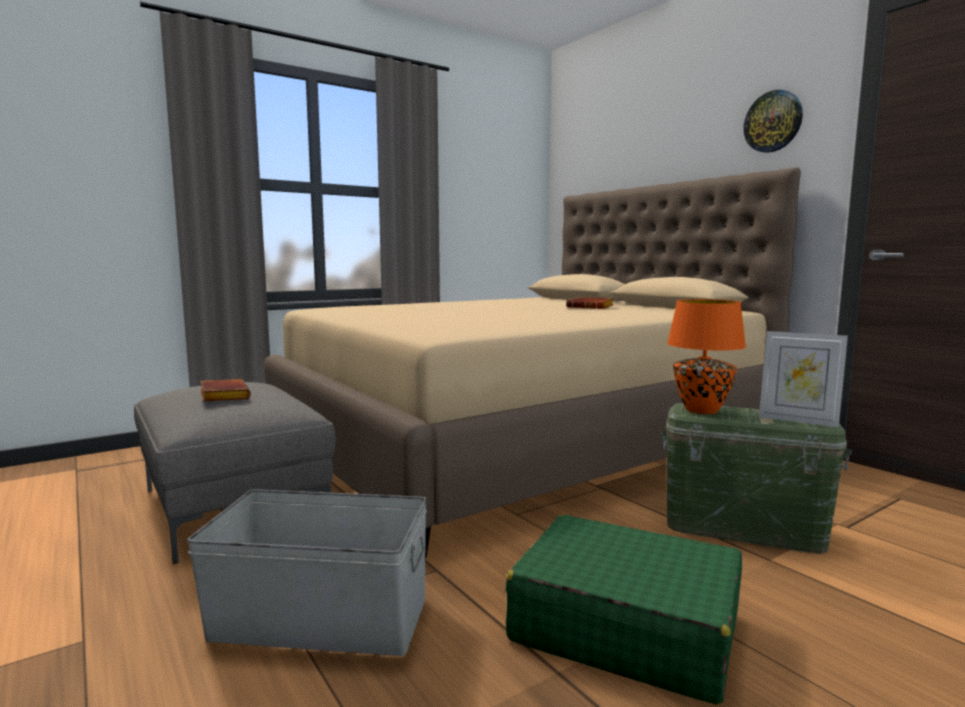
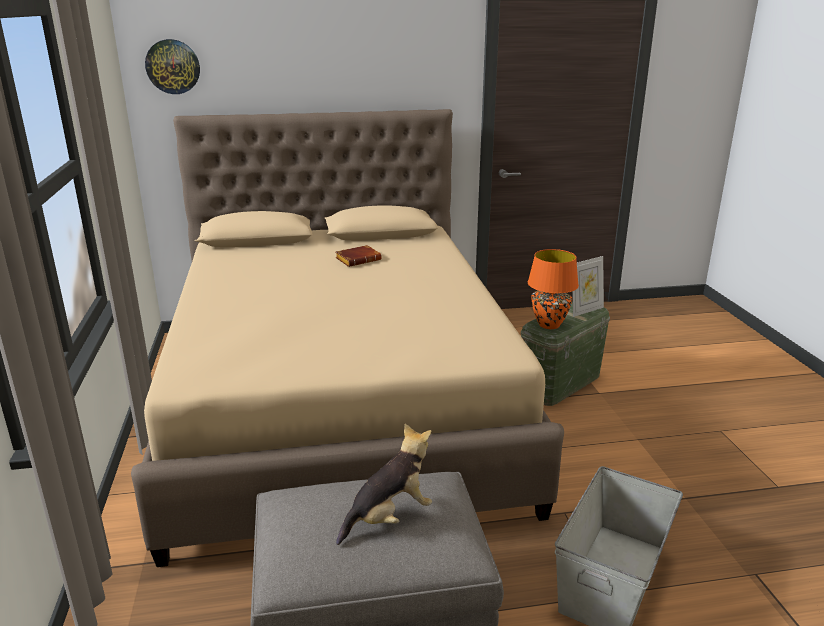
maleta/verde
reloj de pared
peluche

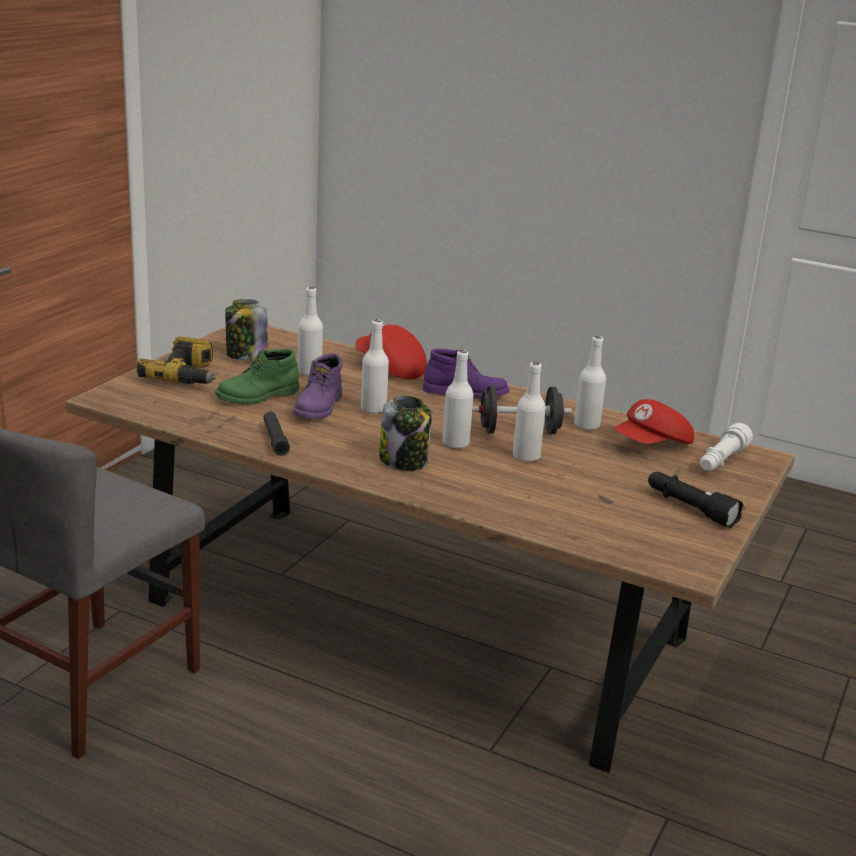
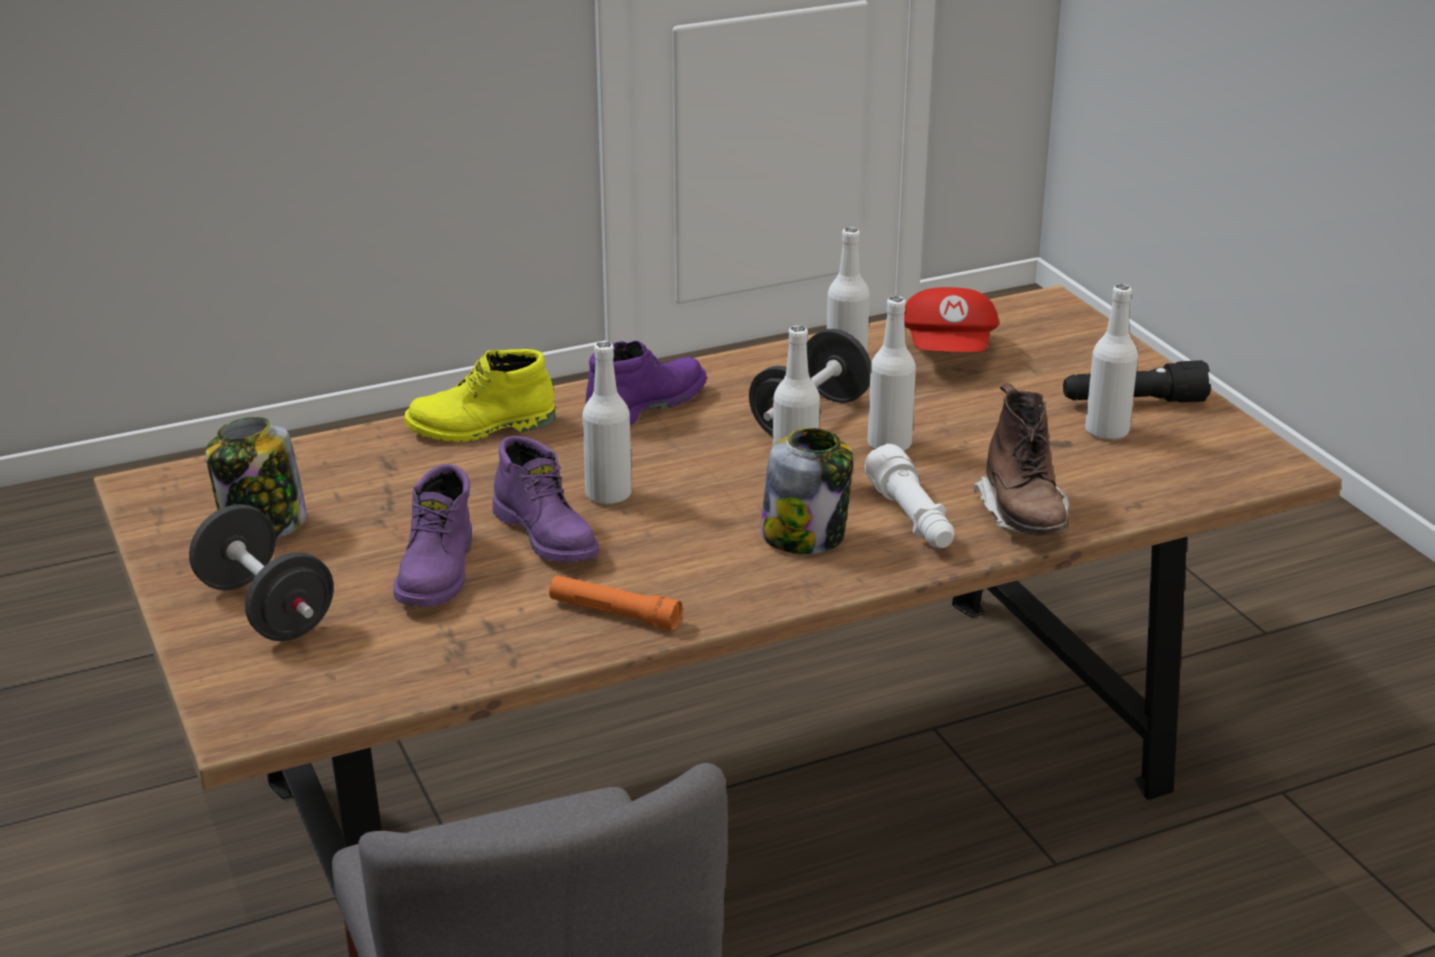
bota/marrón
botella/blanco (5th from left)
linterna/blanco
mancuerna/negro (1st from left)
bota/amarillo
bota/morado (1st from left)
linterna/naranja

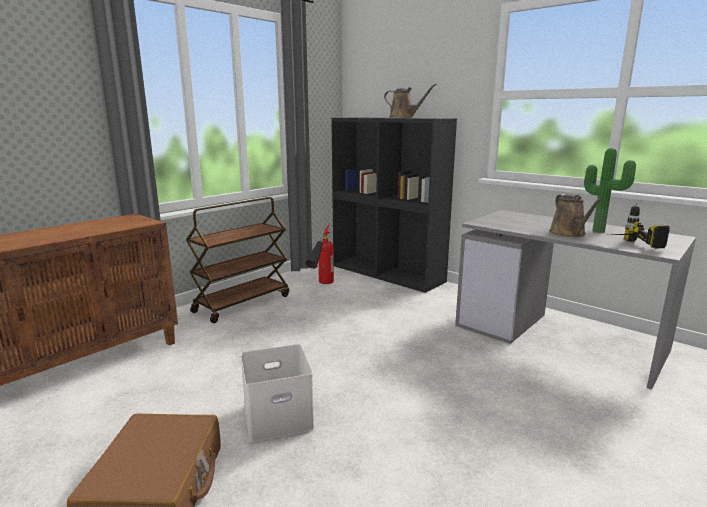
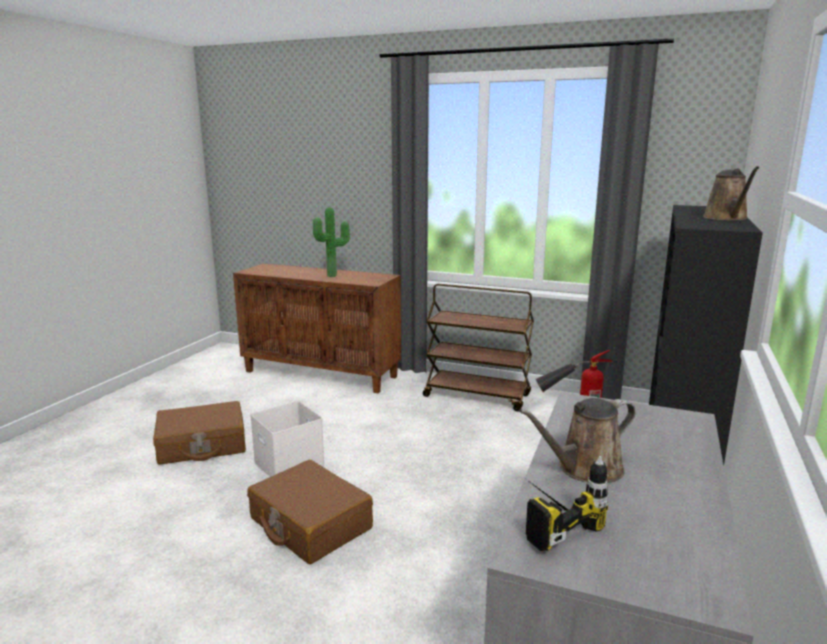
maleta/marrón (2nd from left)
planta en maceta

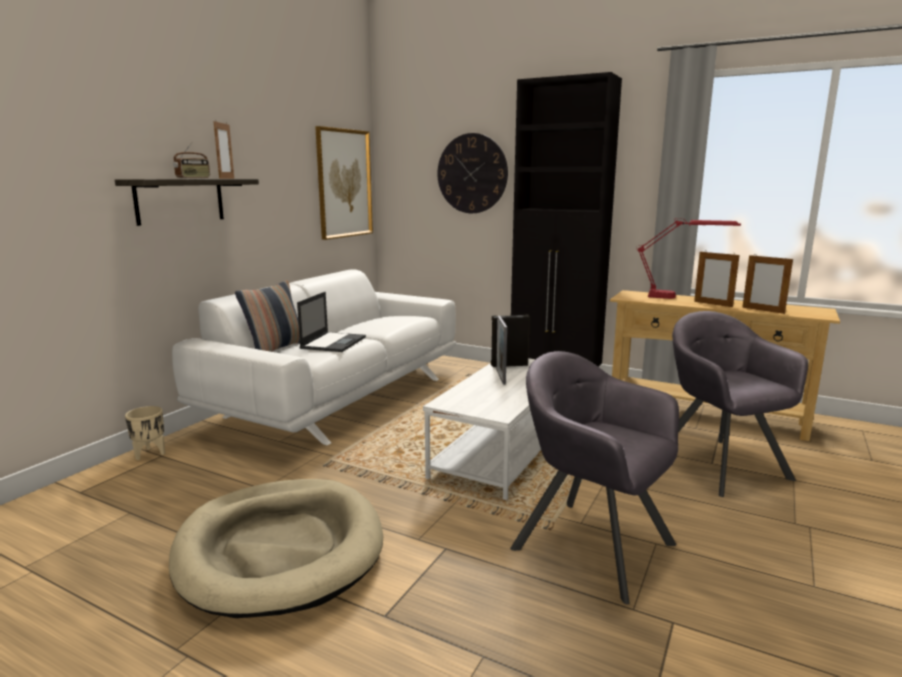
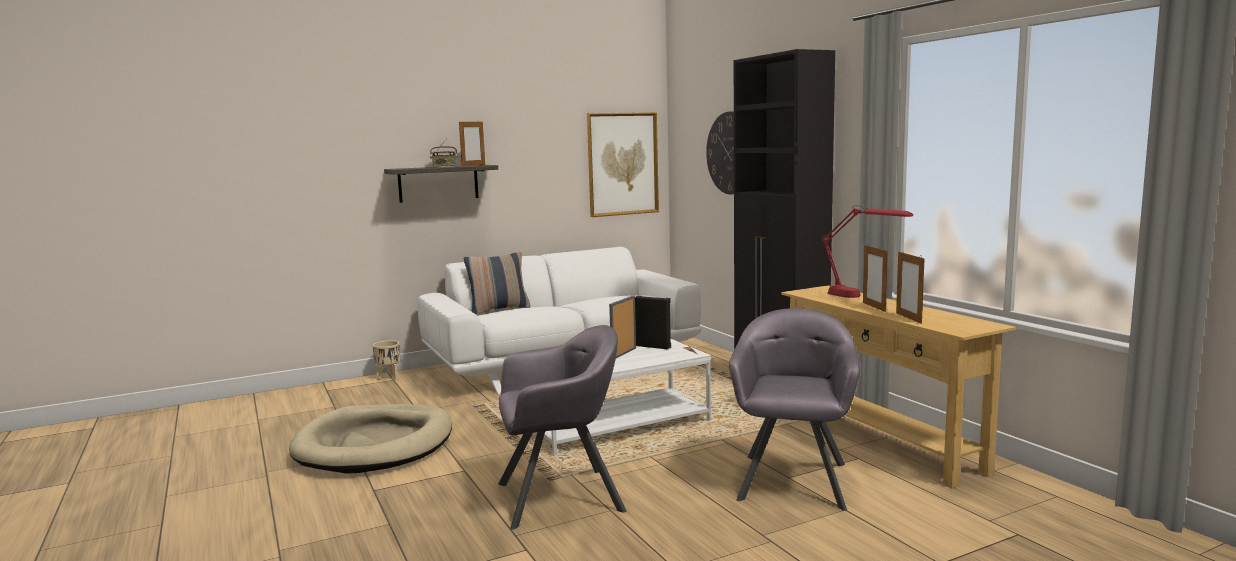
portátil
sillón/gris (1st from left)

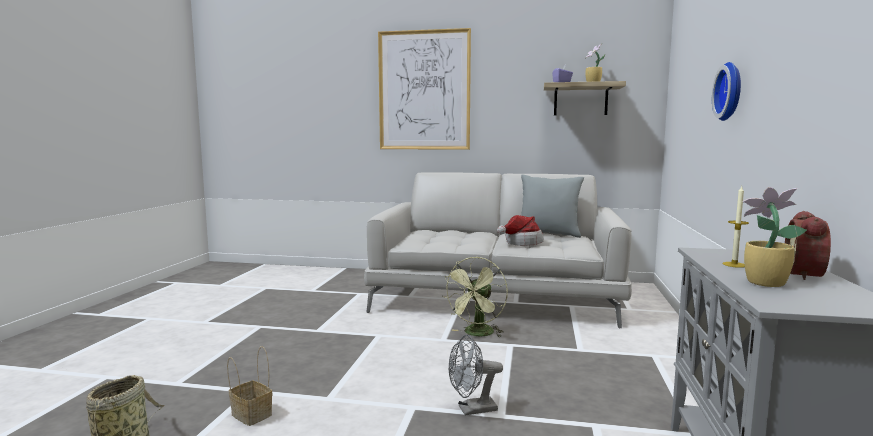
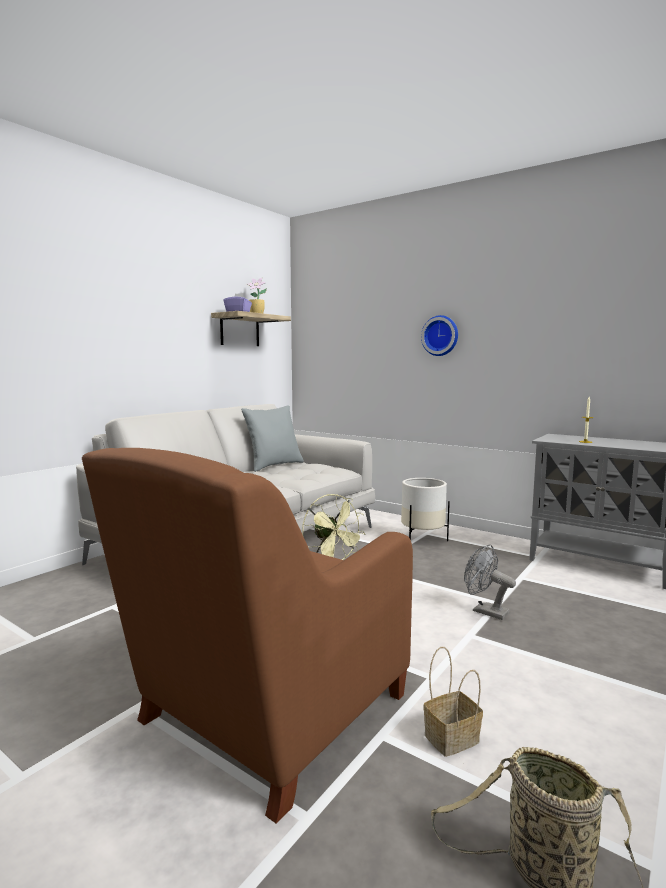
cuadro
sombrero
planta en maceta (2nd from left in the first image)
despertador
sillón/marrón
maceta/blanco
ventilador/gris

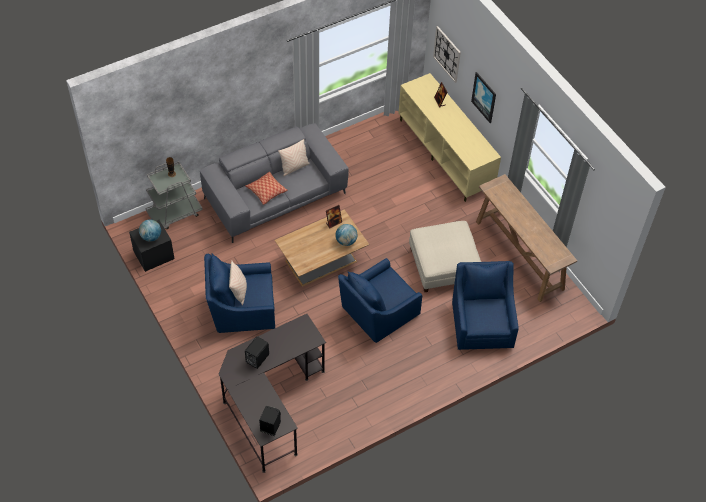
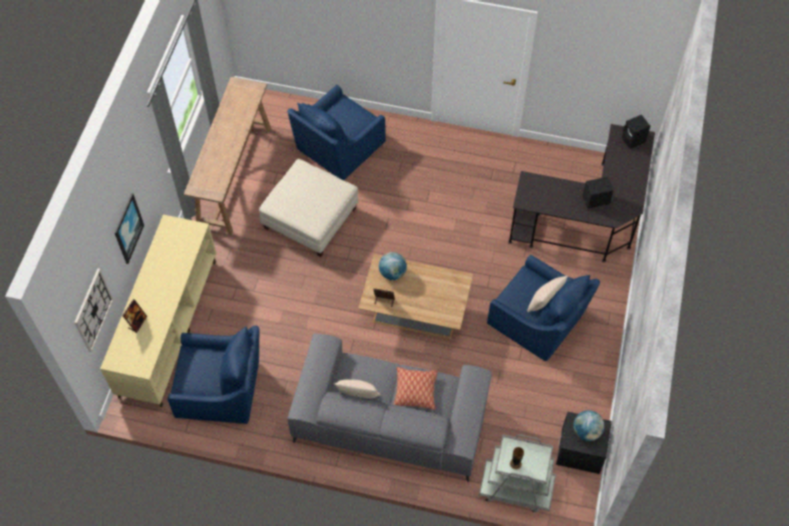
sillón/azul (1st from left)

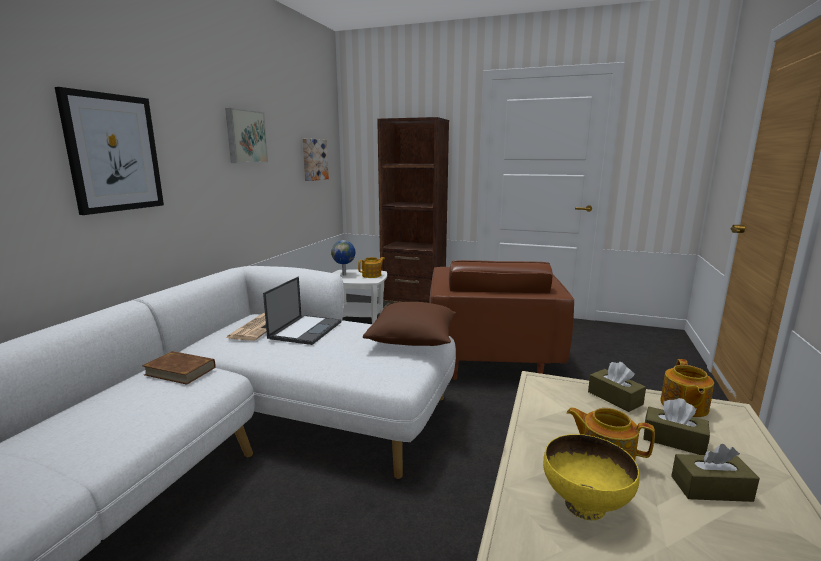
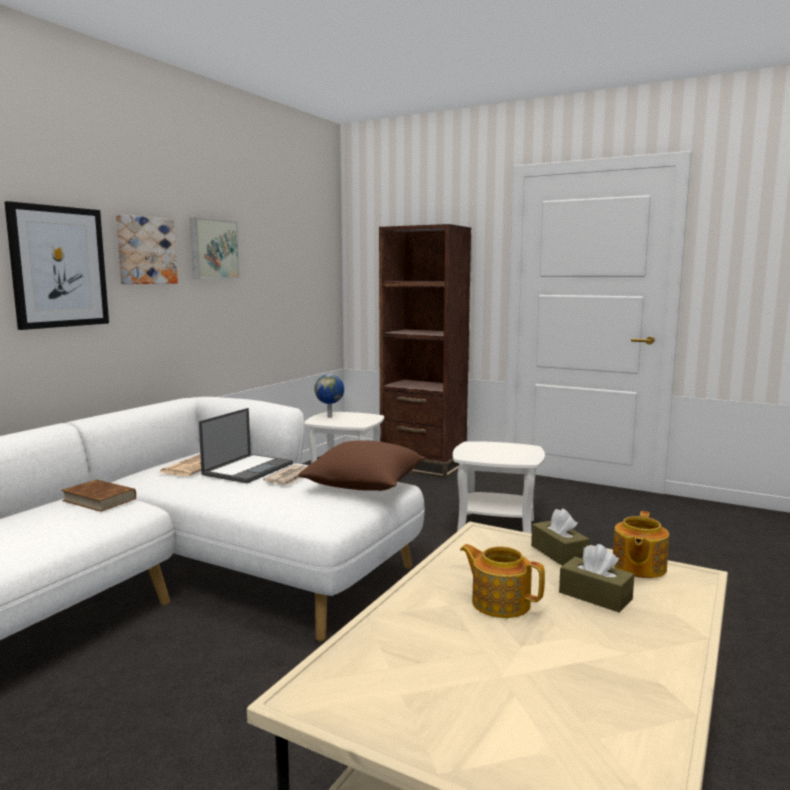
tetera (1st from left in the first image)
cuenco/amarillo
caja de pañuelos/marrón (3rd from left in the first image)
periódico (2nd from left)
cuadro (2nd from left)
mesa auxiliar/blanco (2nd from left)

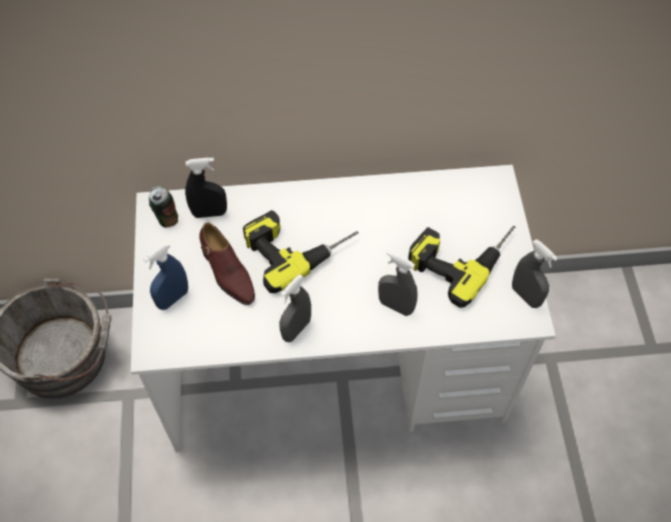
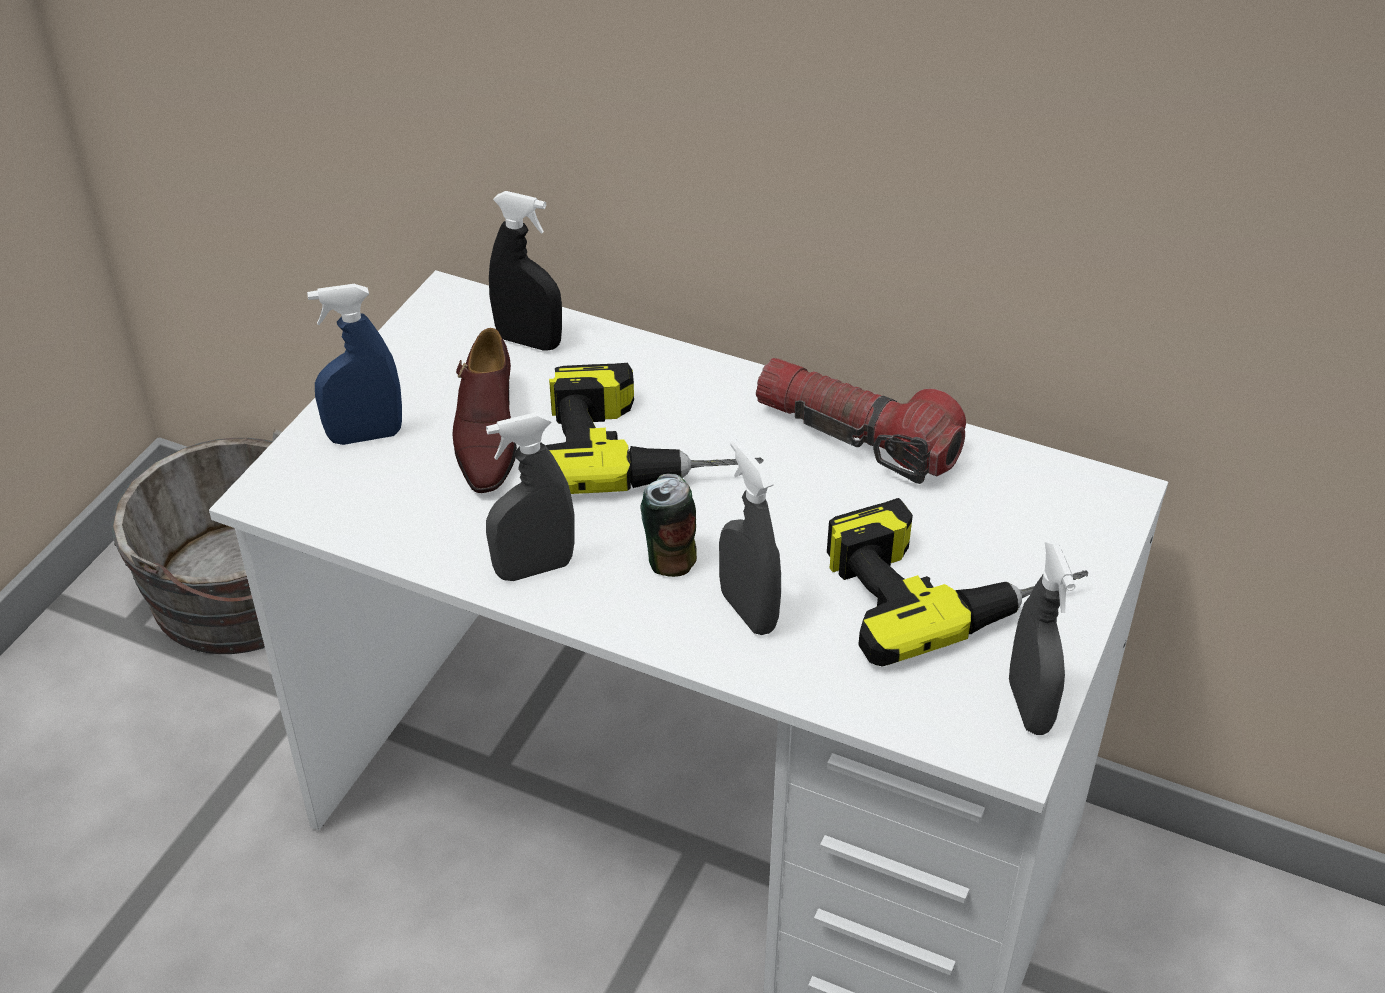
linterna
lata

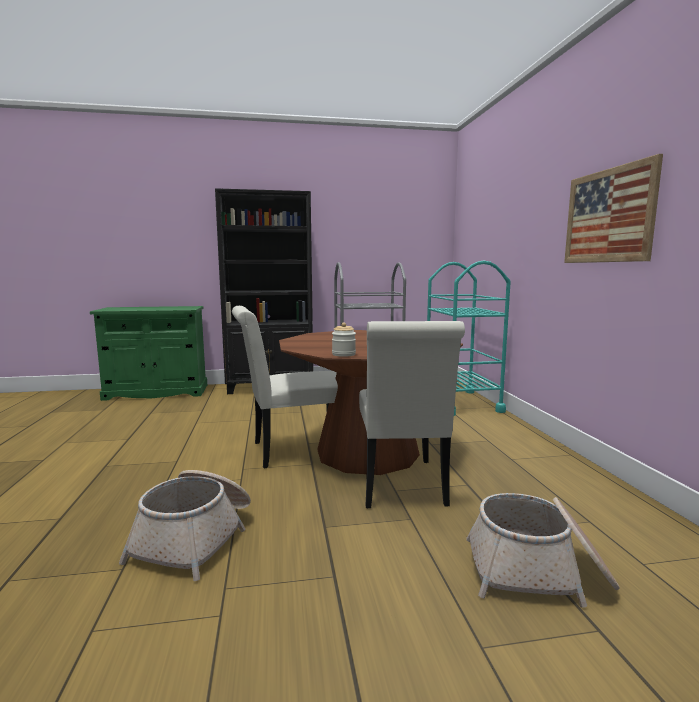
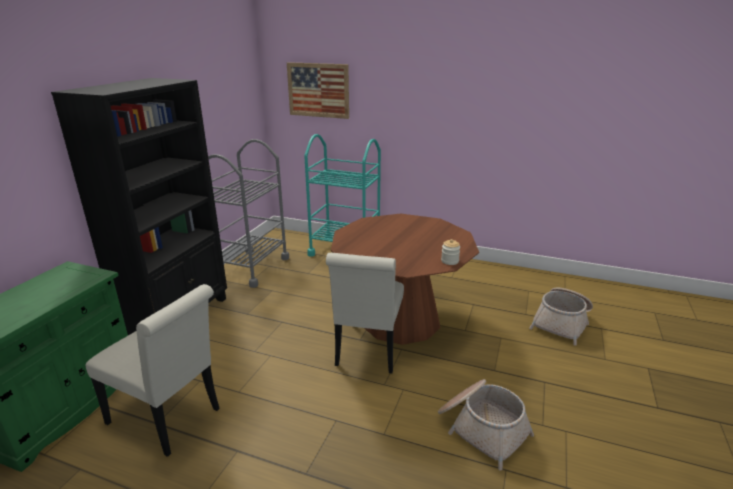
silla/blanco (1st from left)
cuadro

